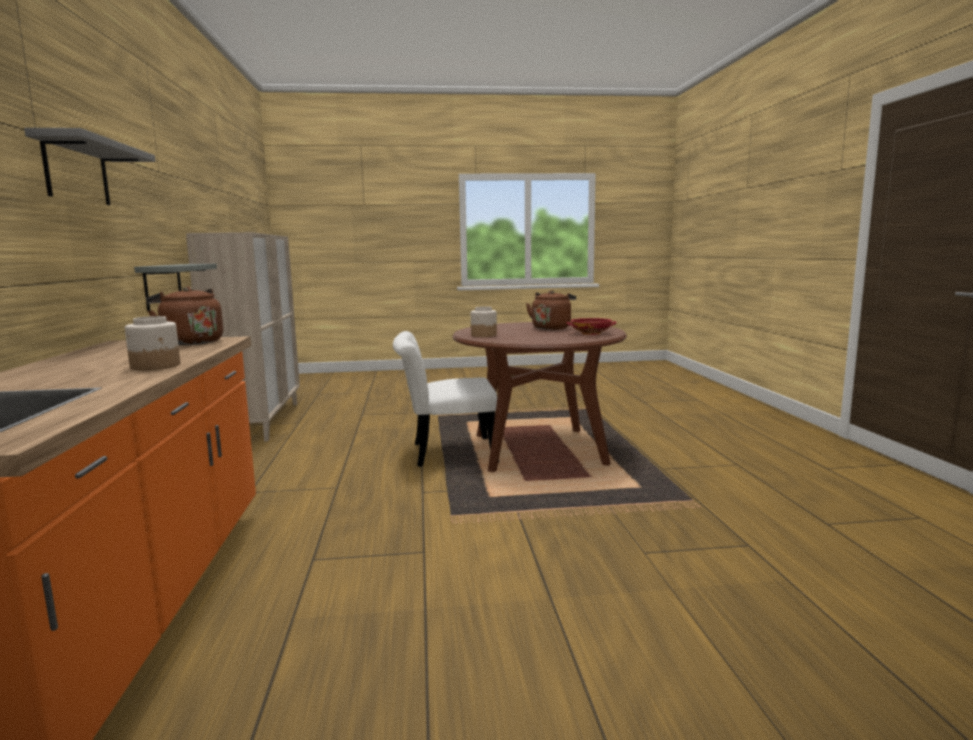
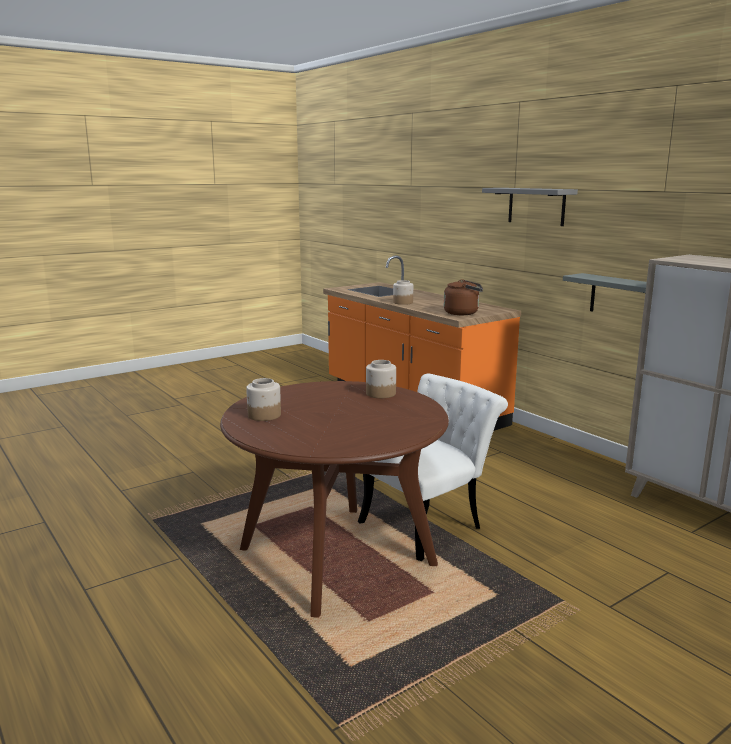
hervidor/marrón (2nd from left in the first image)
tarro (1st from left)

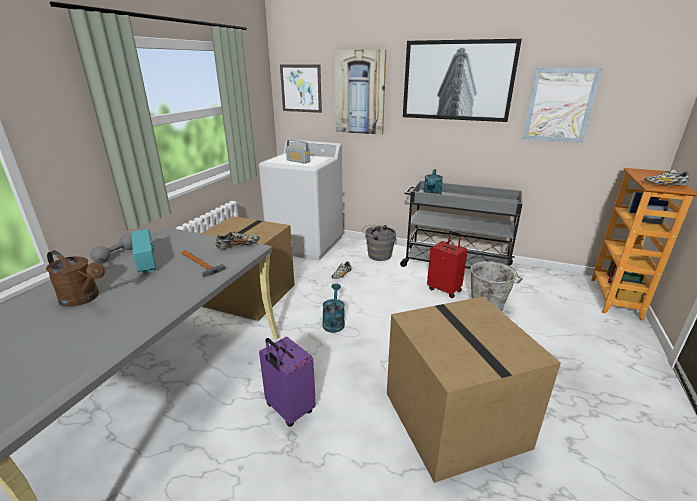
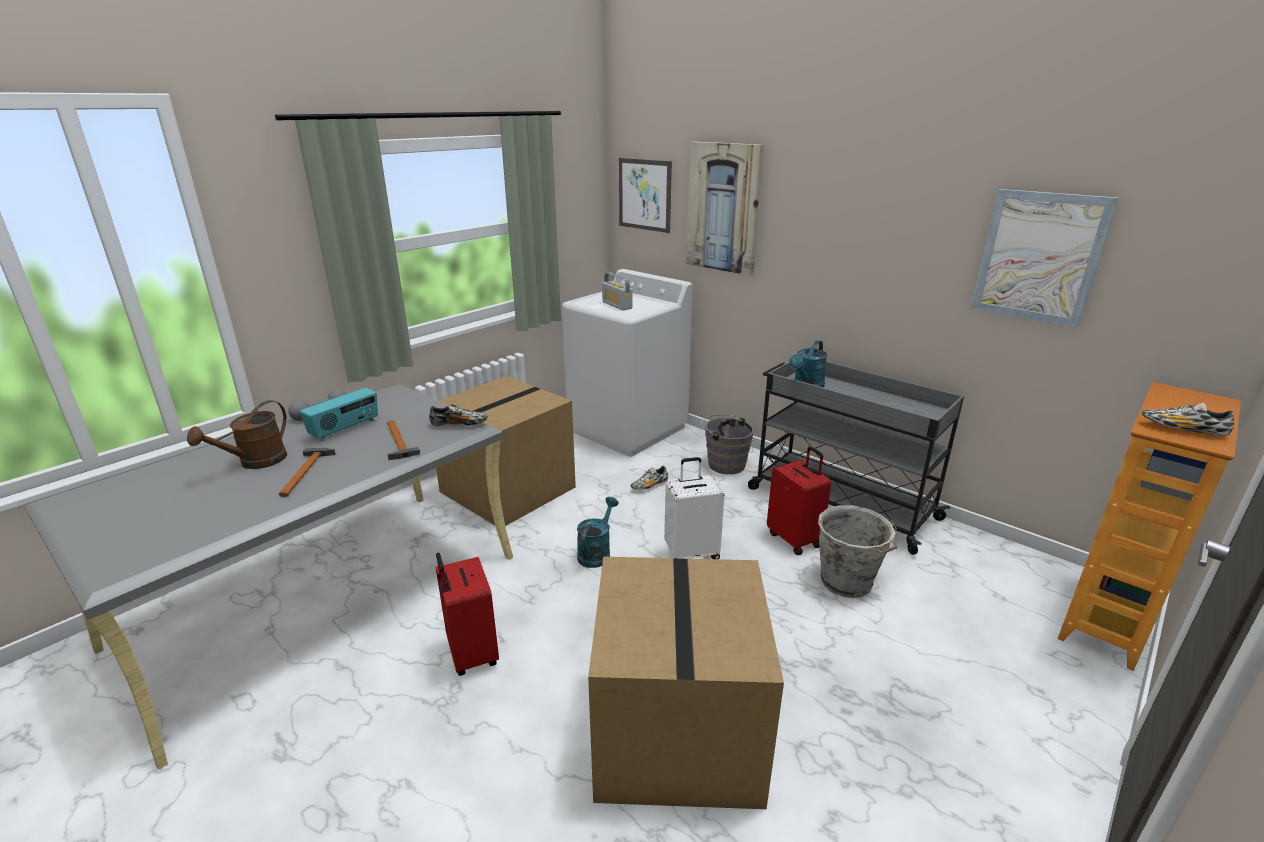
cuadro (3rd from left in the first image)
martillo (1st from left)
maleta/blanco
maleta/rojo (1st from left)
regadera/marrón
radio (1st from left)

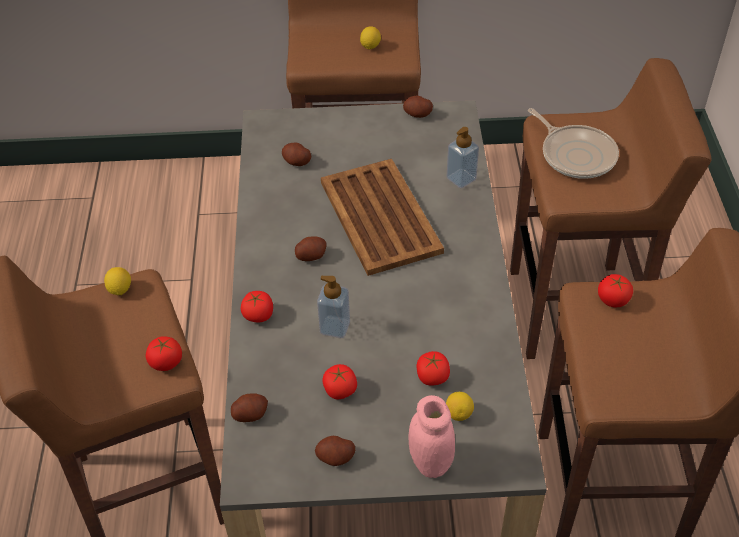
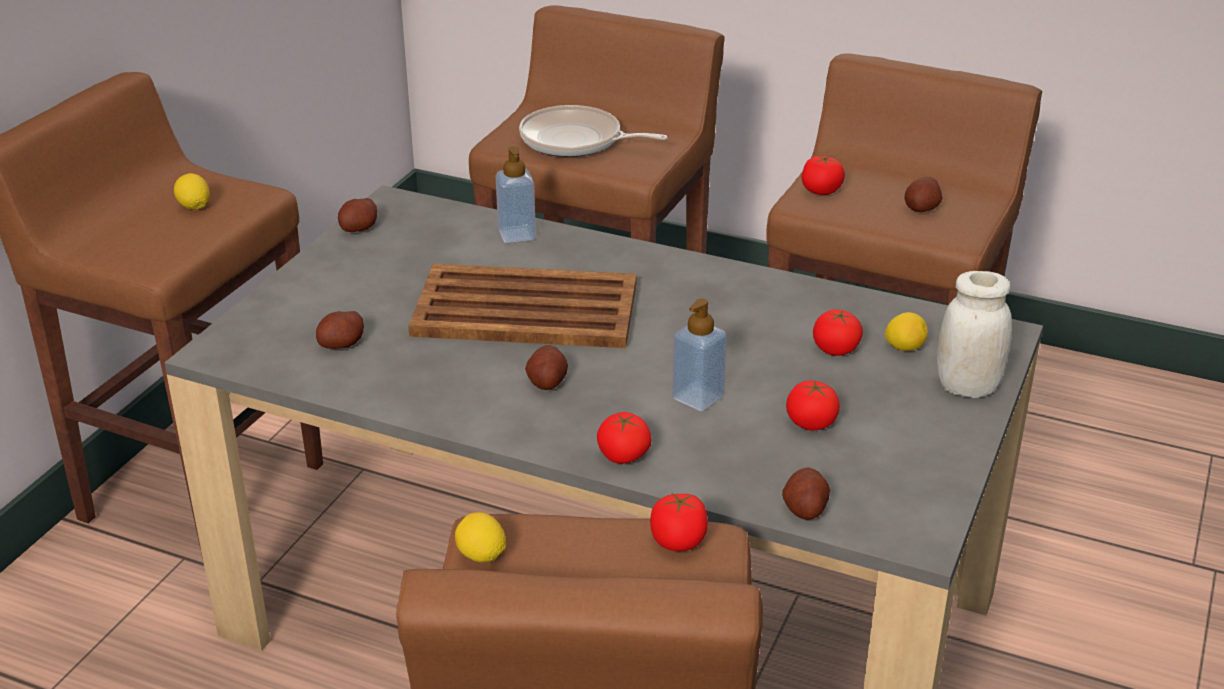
patata (5th from left)
tarro/blanco
sartén

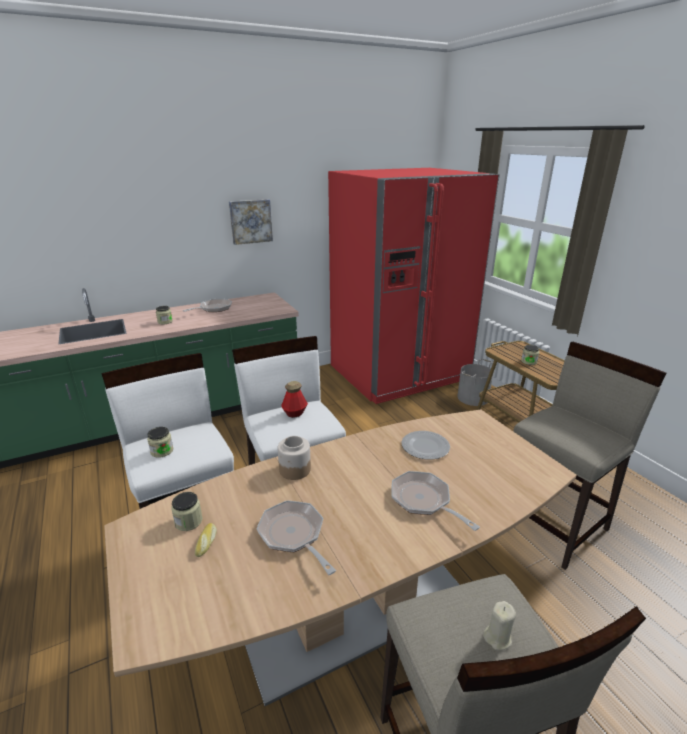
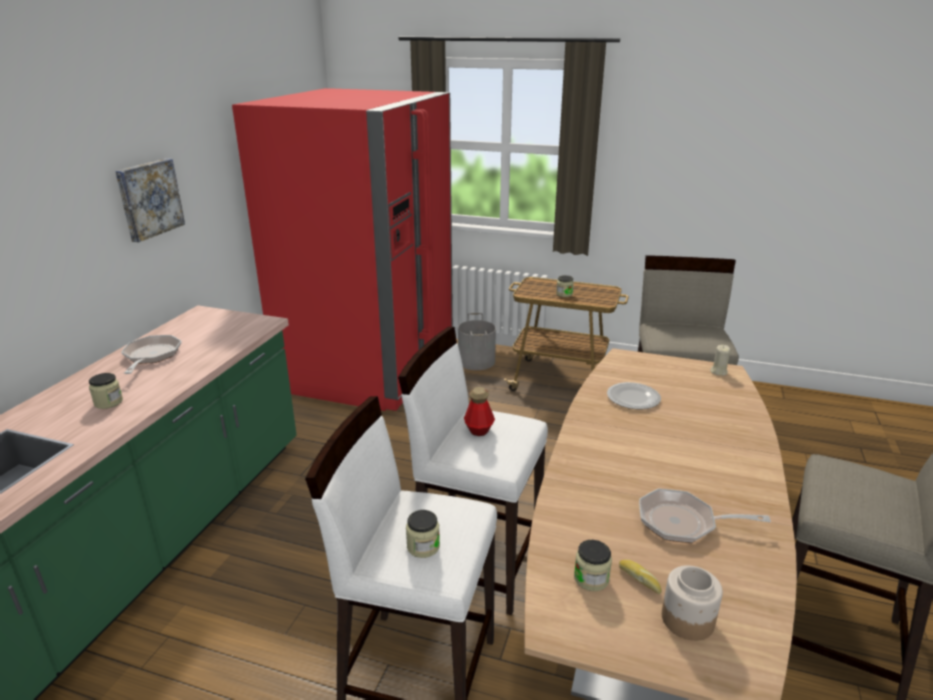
sartén (3rd from left in the first image)
tarro (5th from left)
vela/beis

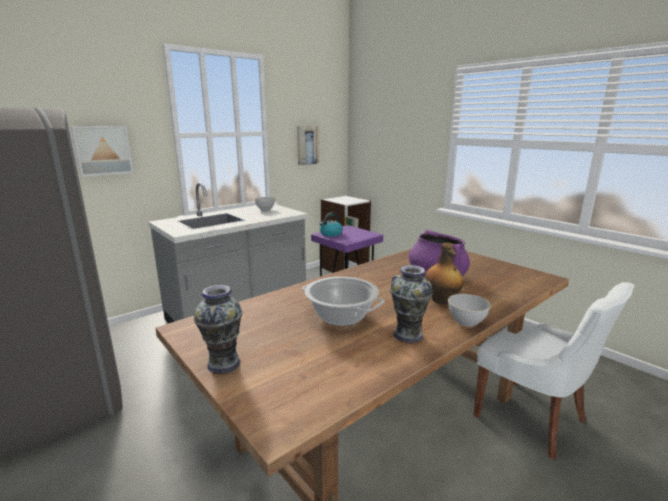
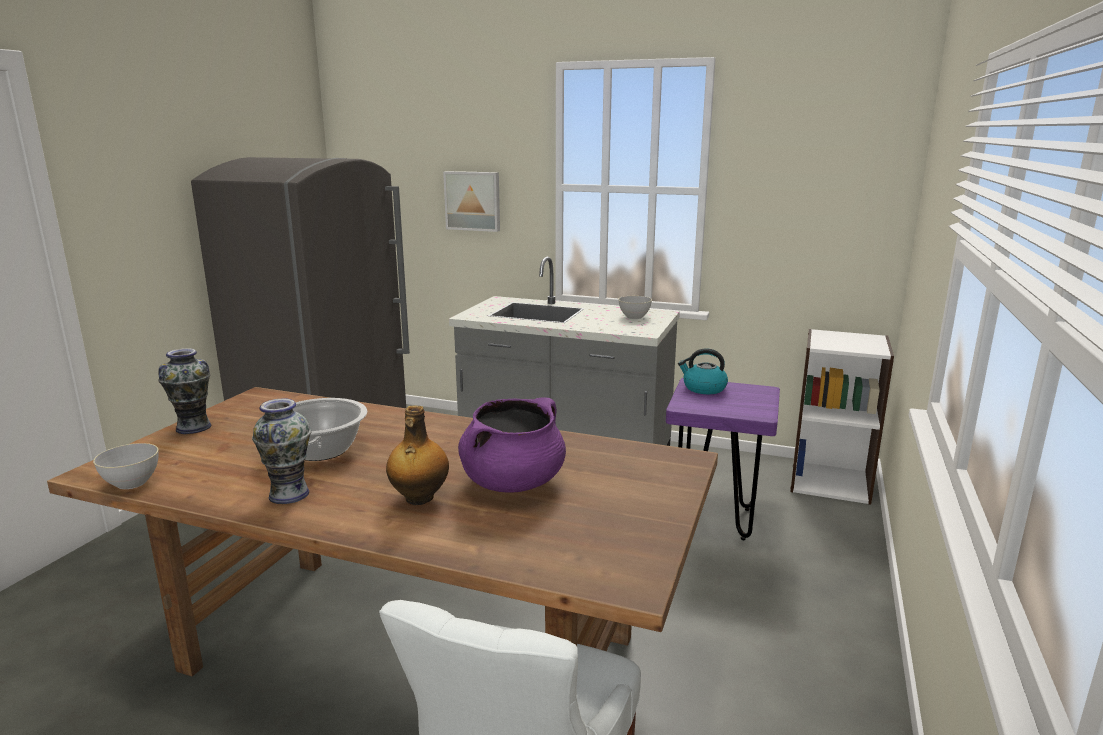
cuadro (2nd from left in the first image)
cuenco/gris (1st from left)

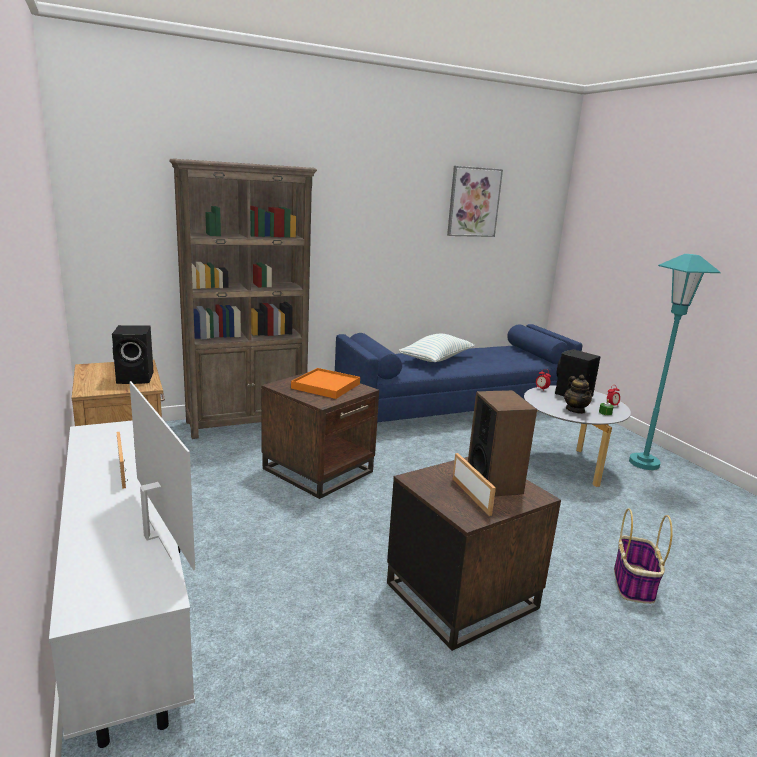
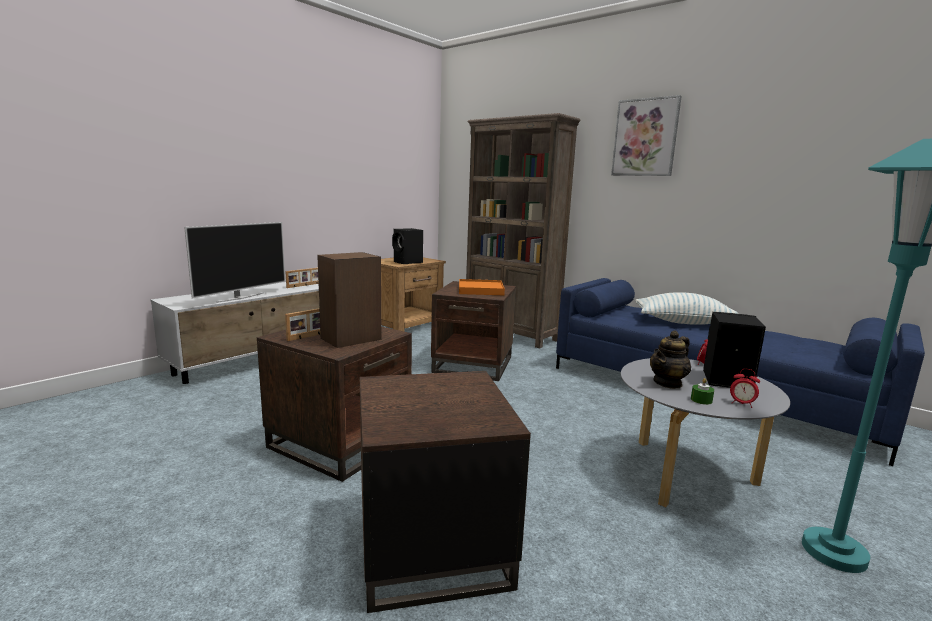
cuadro
mesa auxiliar/marrón (2nd from left)

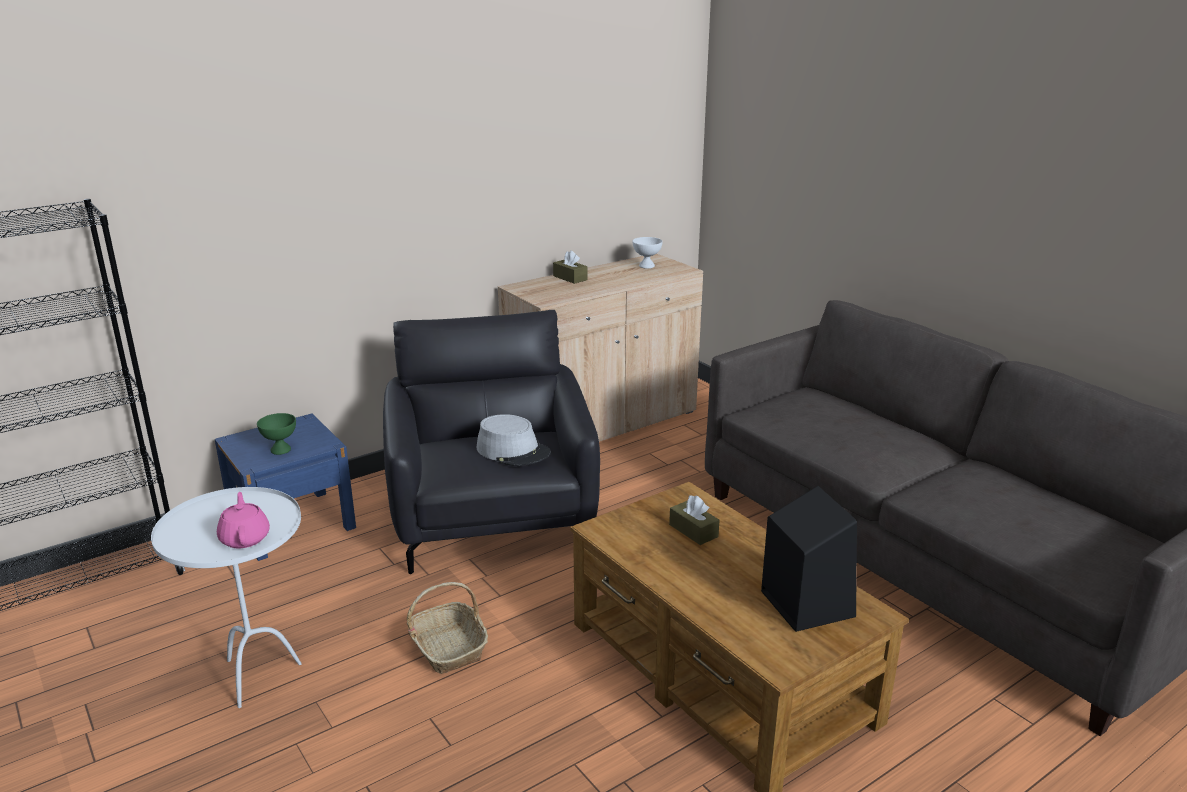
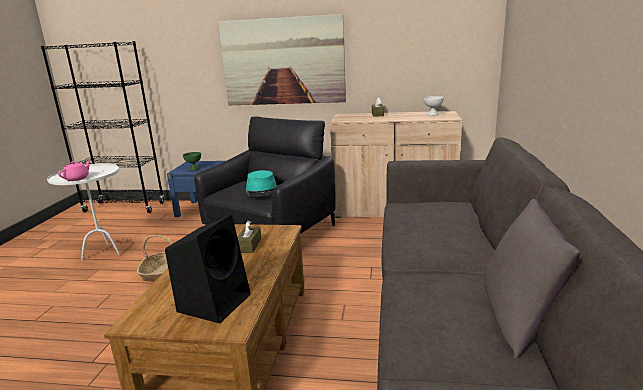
cuadro
cojín/gris
sombrero/turquesa

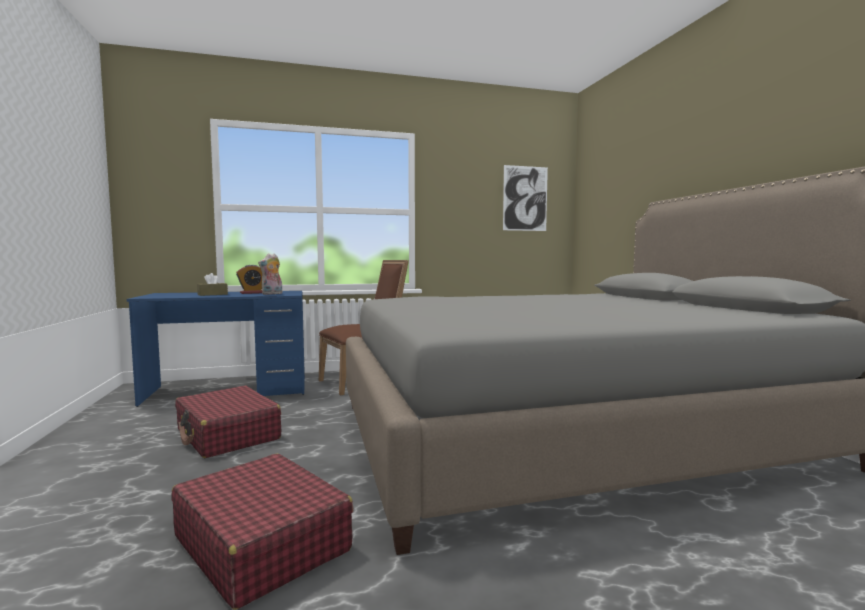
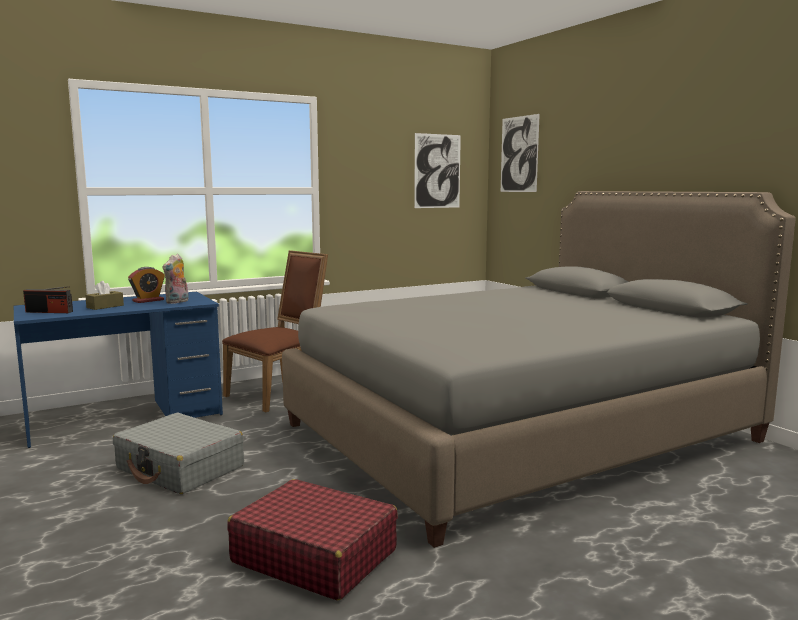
radio
cuadro (2nd from left)
maleta/gris

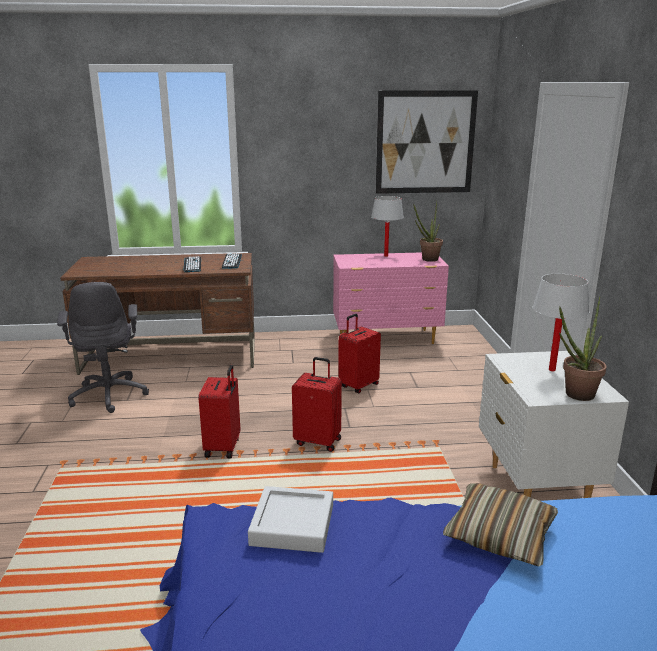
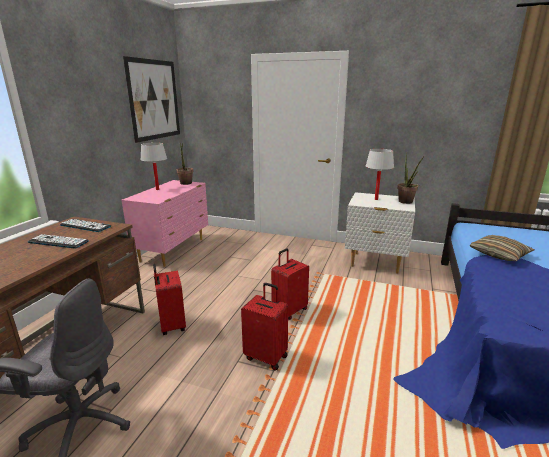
bandeja/gris
maleta/rojo (1st from left)

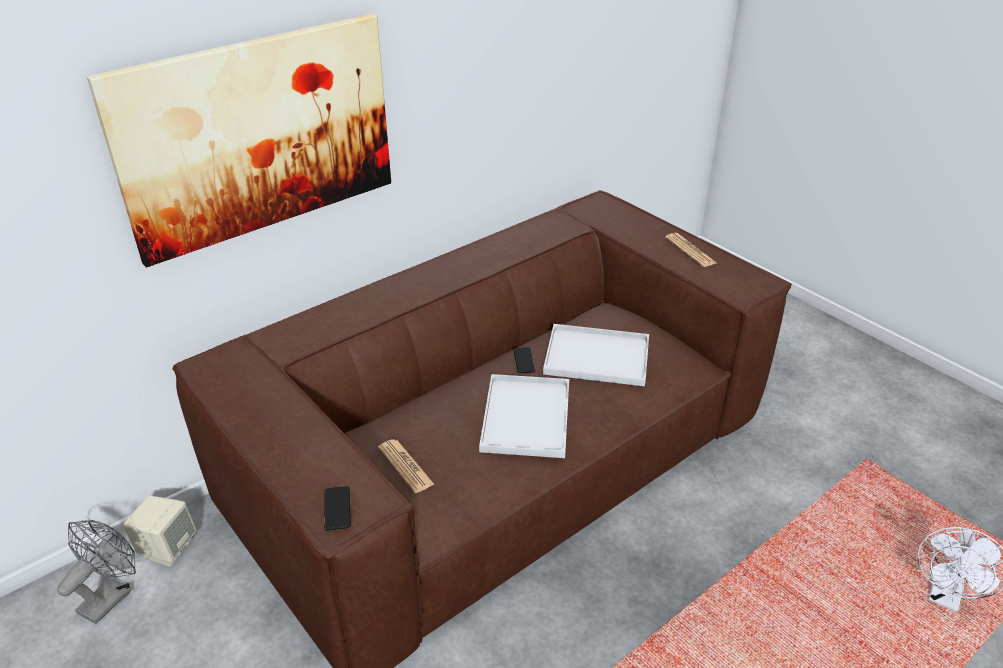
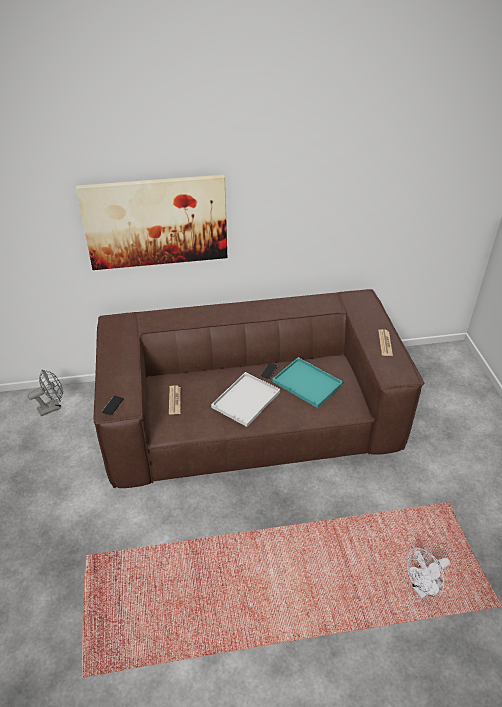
altavoz/beis
bandeja/turquesa

